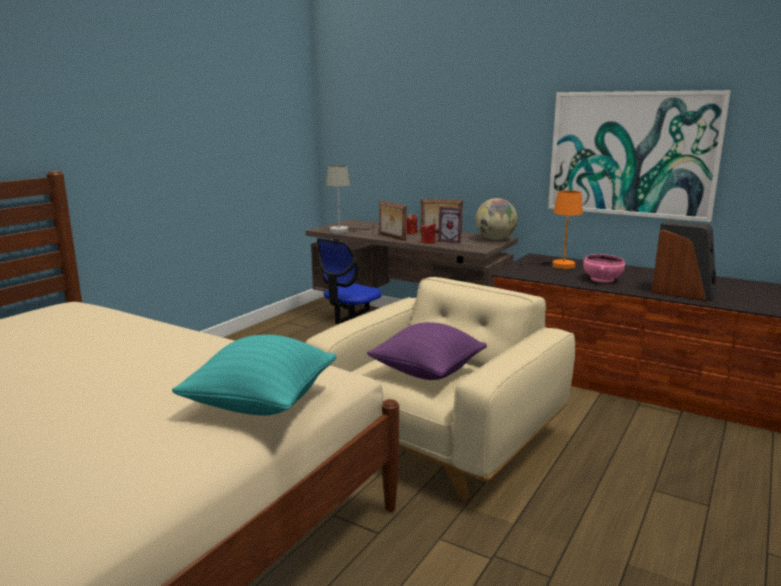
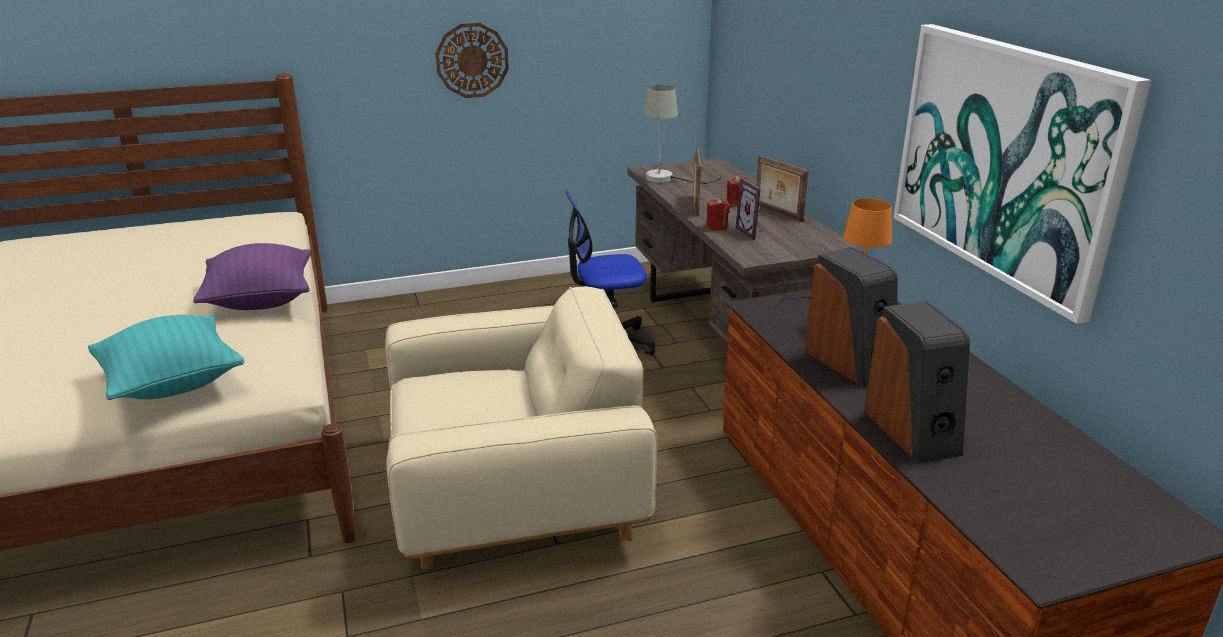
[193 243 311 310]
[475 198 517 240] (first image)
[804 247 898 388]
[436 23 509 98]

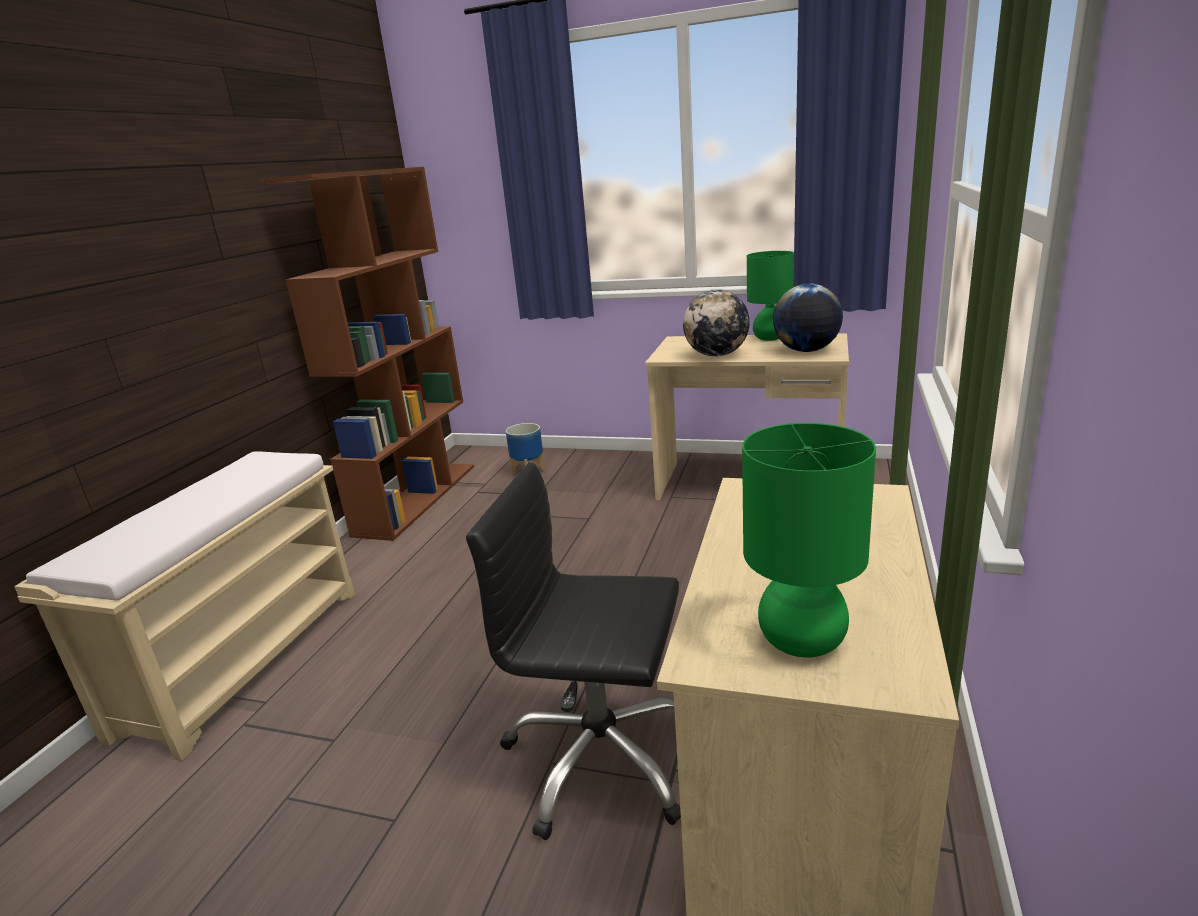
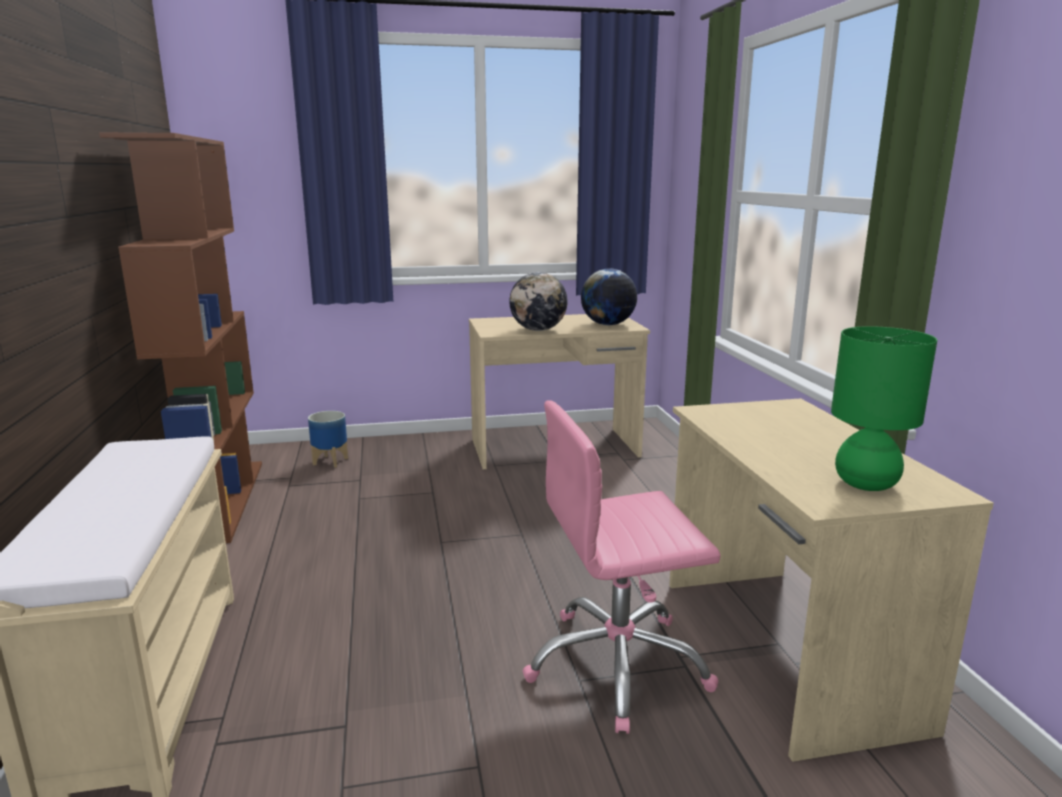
[523 400 721 734]
[747 251 794 341] (first image)

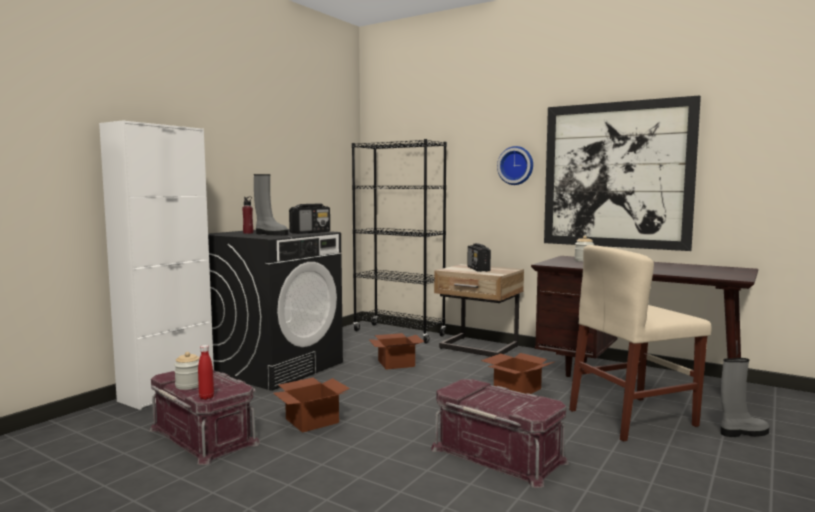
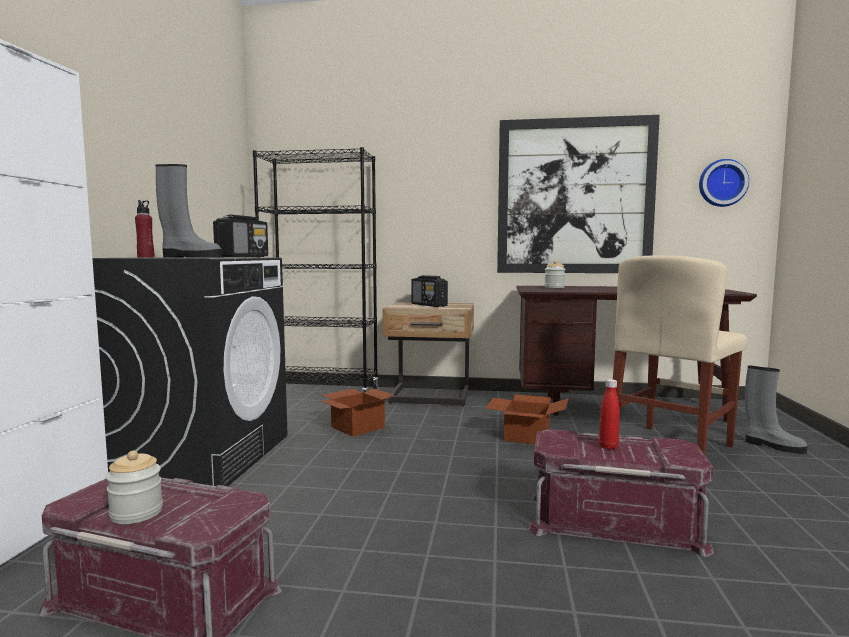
[599 379 620 450]
[273 378 350 433] (first image)
[699 159 749 207]
[745 365 808 454]

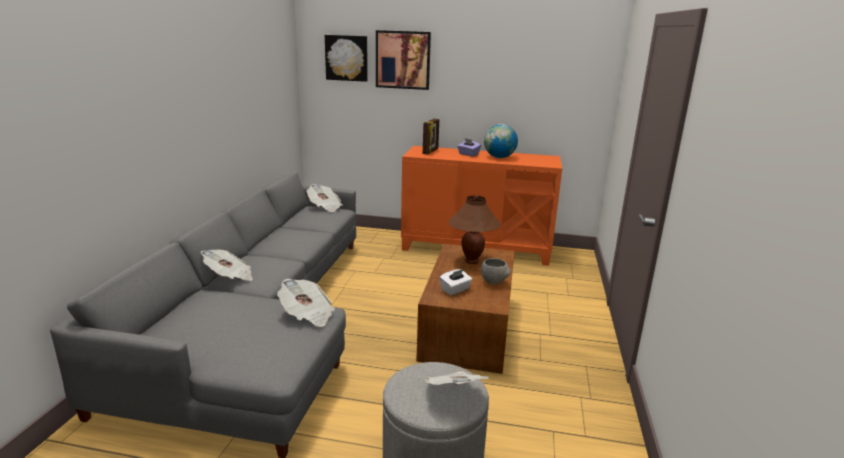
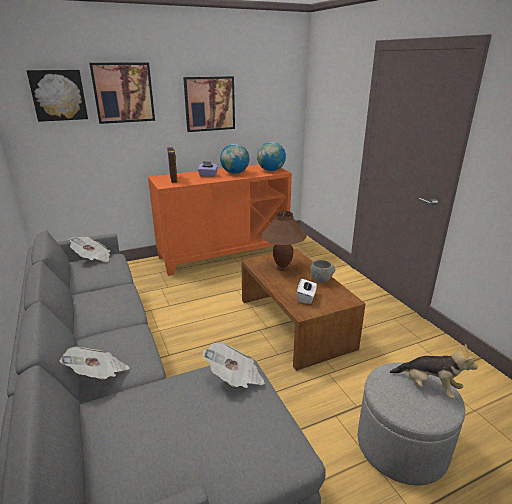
[390 344 478 399]
[183 76 235 132]
[257 142 286 171]

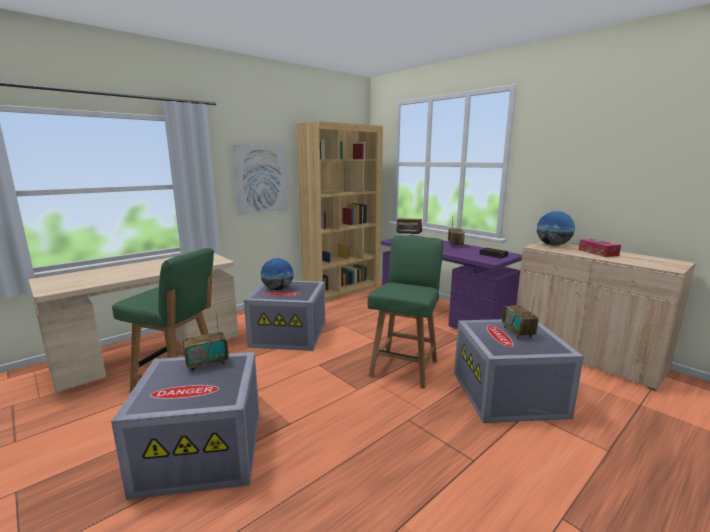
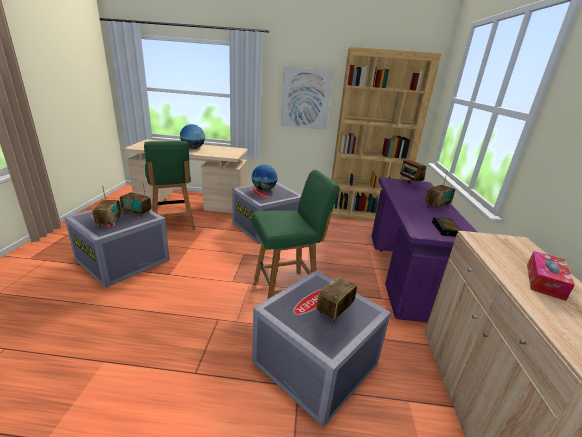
[180 124 205 149]
[92 186 121 227]

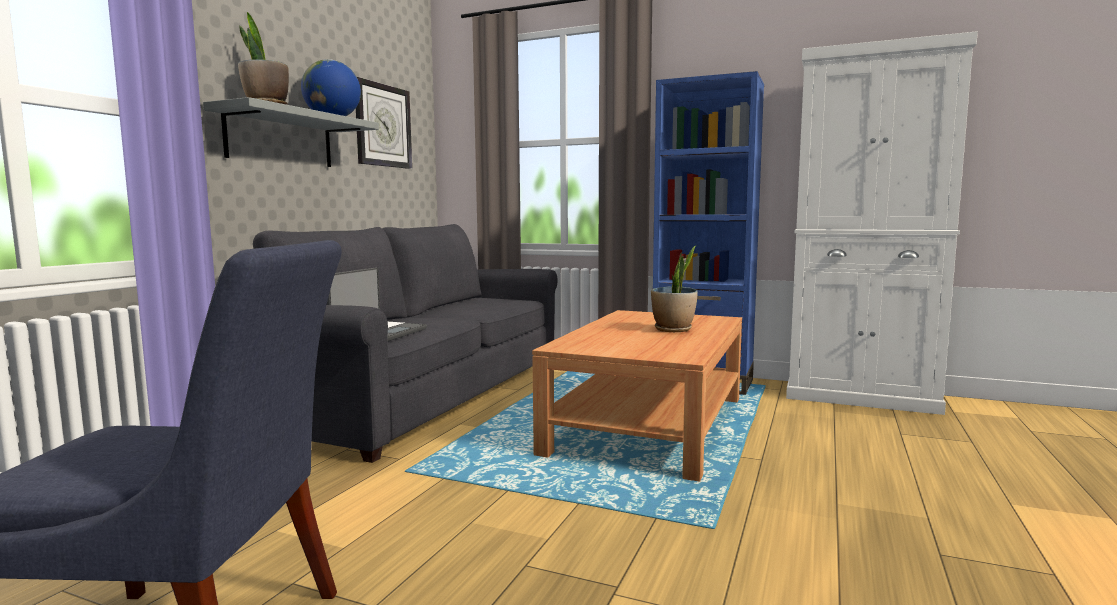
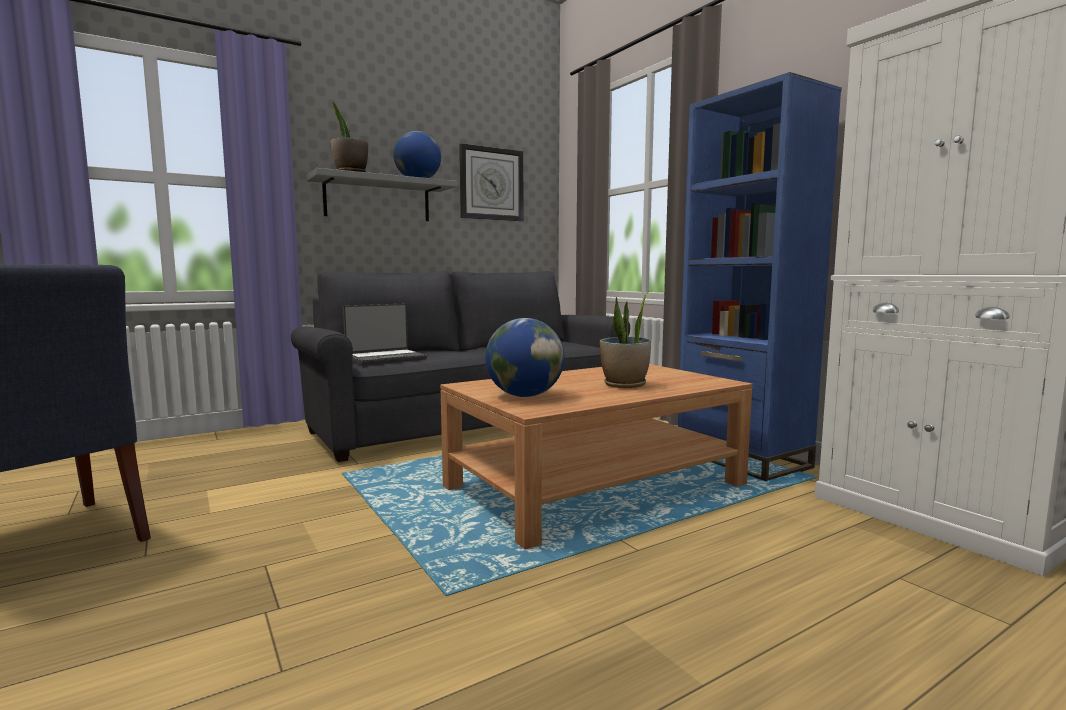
[485 318 564 397]

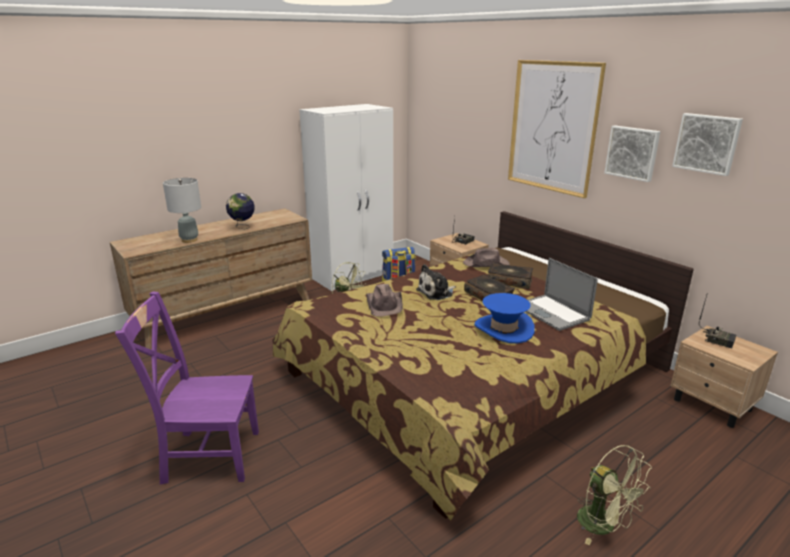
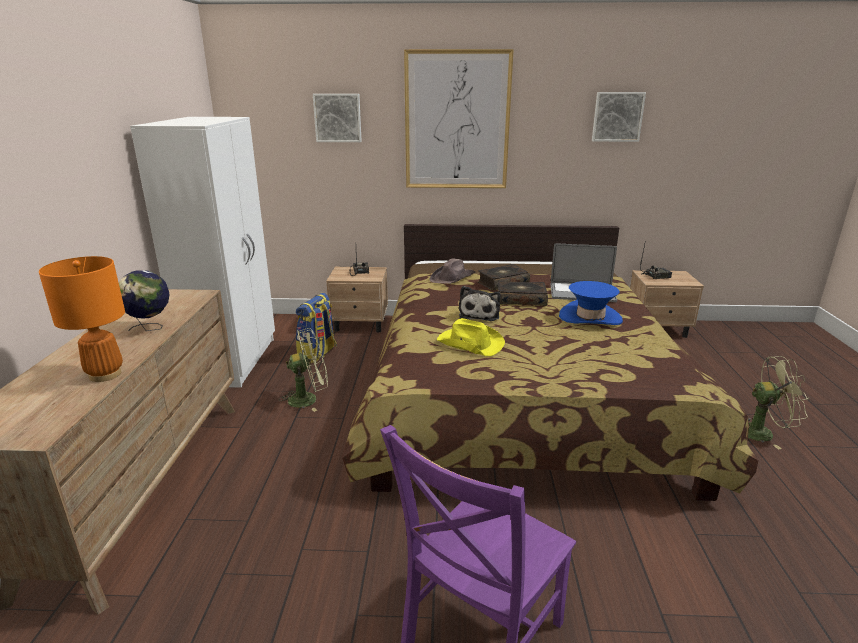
[39 256 125 382]
[437 318 505 356]
[313 94 362 142]

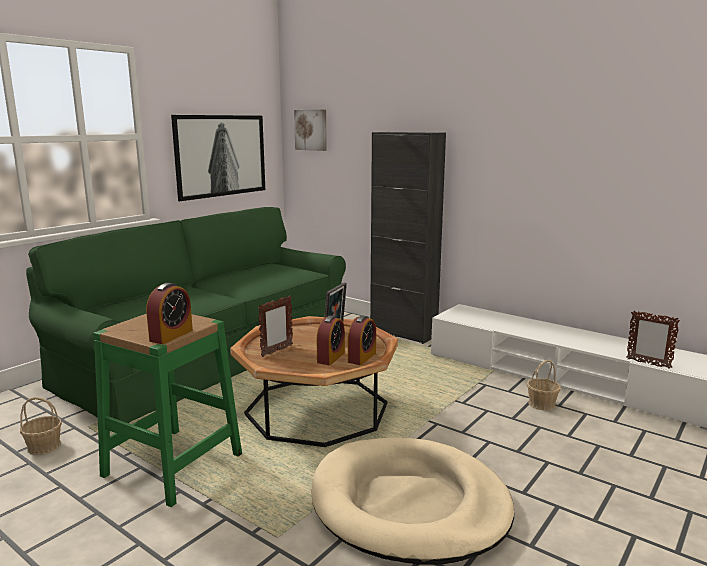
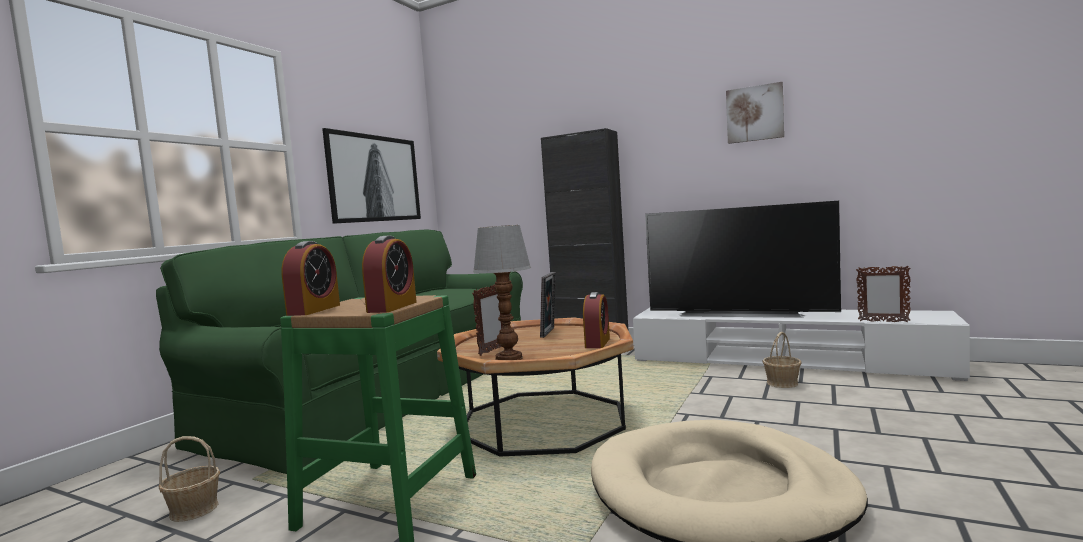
[726 82 784 144]
[281 241 340 316]
[473 225 531 360]
[645 201 841 318]

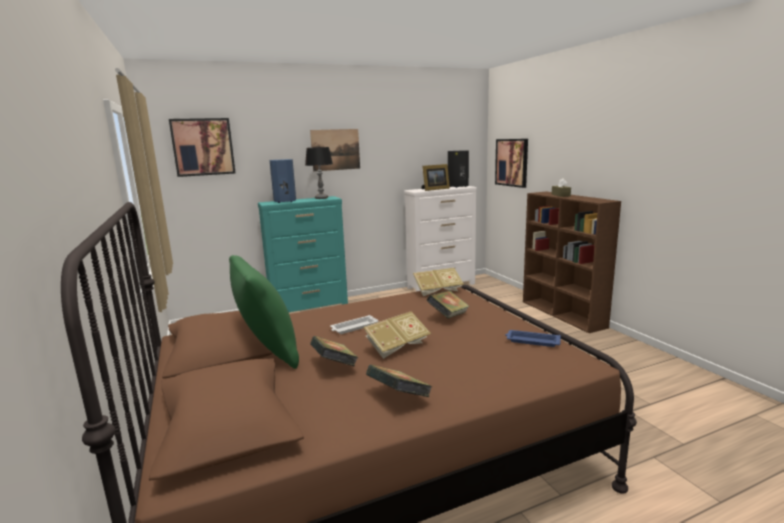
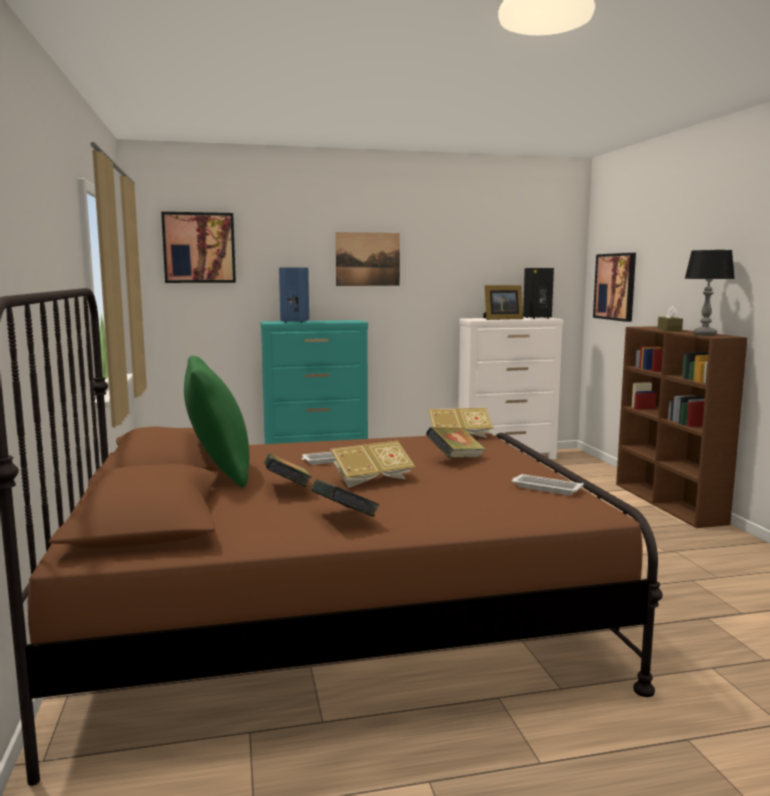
[684 250 735 336]
[512 474 584 495]

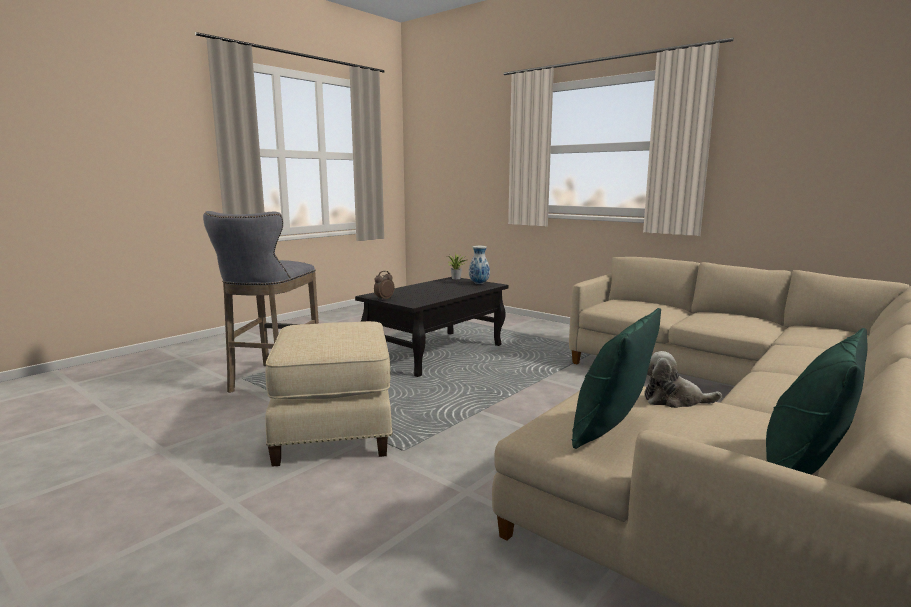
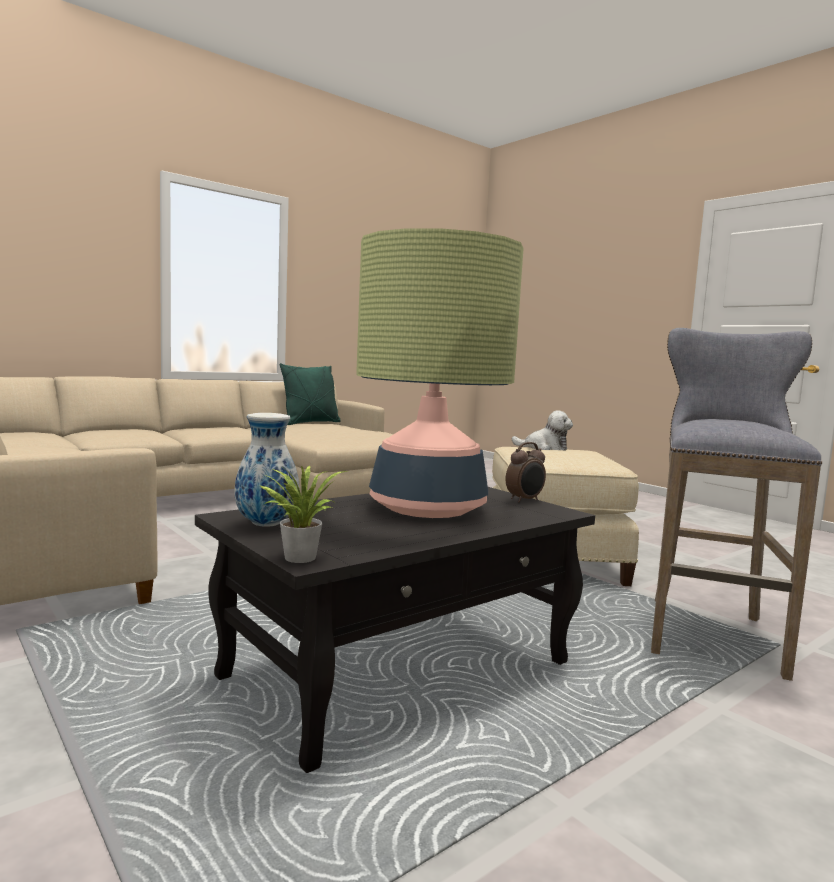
[572 308 661 449] (first image)
[512 410 573 451]
[356 228 523 518]

